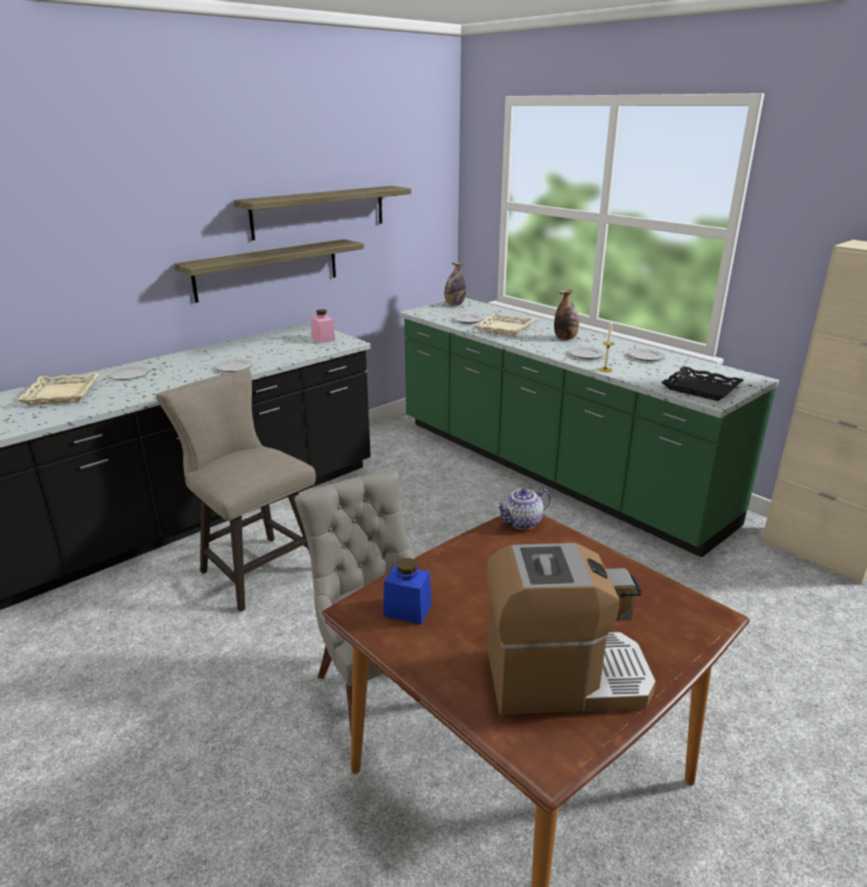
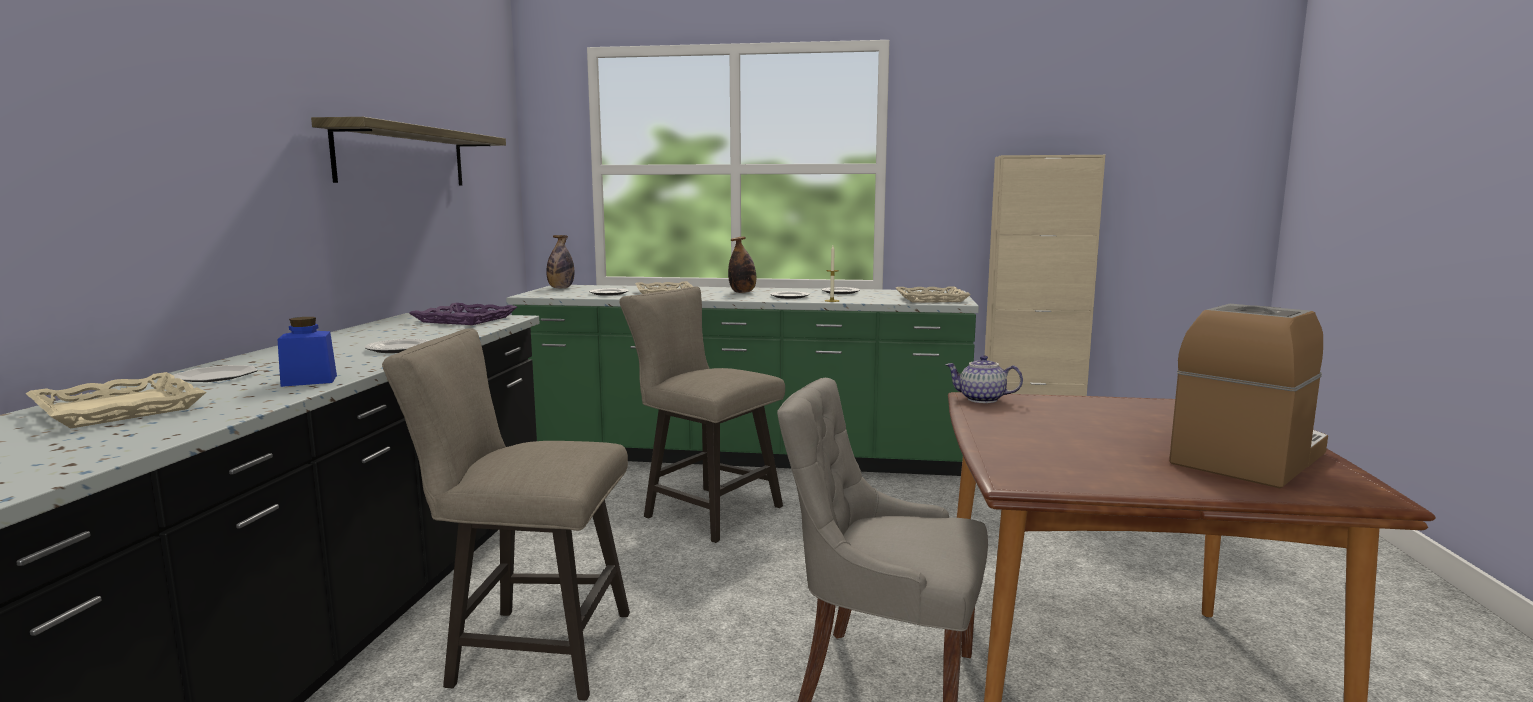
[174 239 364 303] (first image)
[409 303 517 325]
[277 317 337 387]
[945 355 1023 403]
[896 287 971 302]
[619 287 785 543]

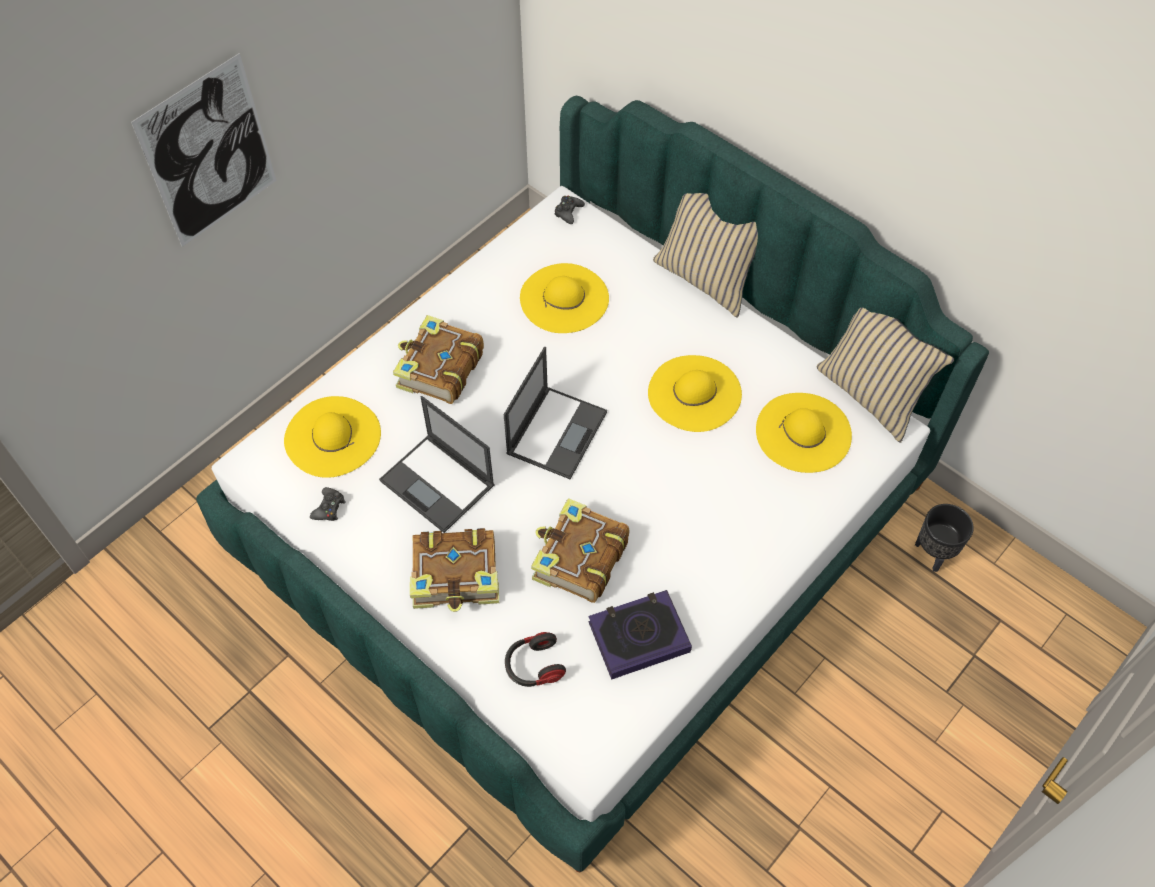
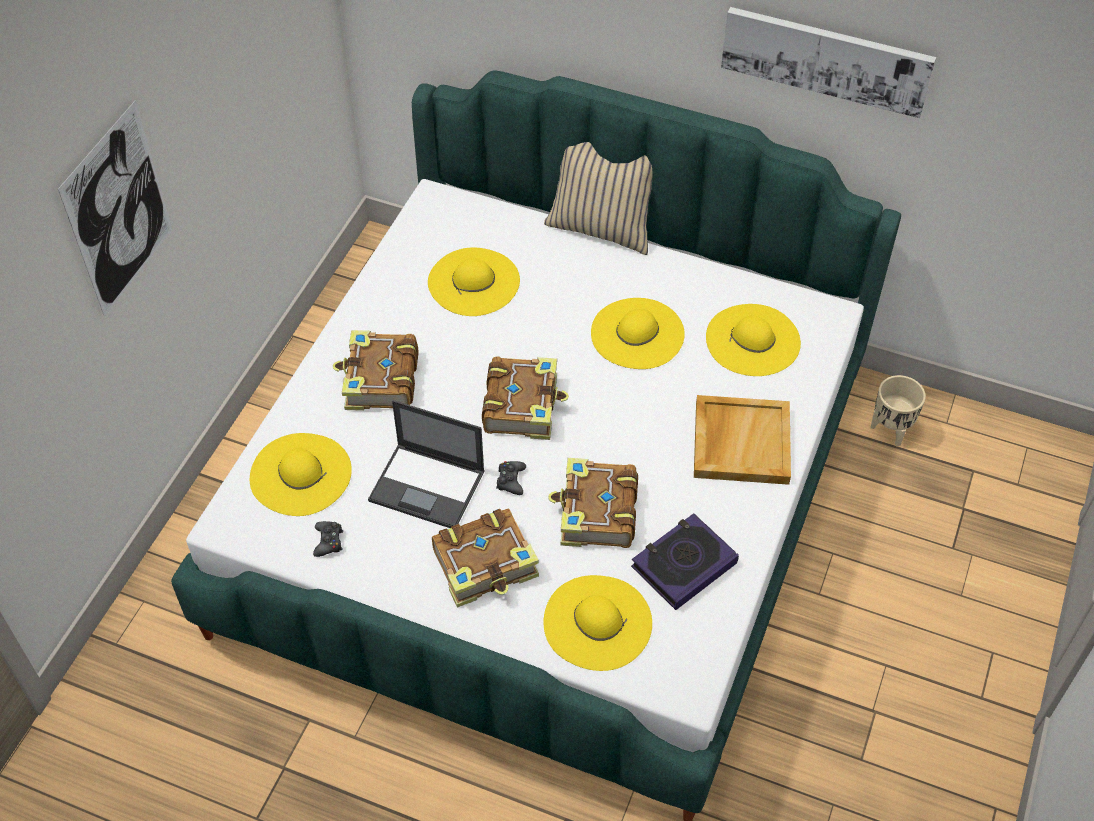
[482 356 569 440]
[544 575 652 671]
[496 461 526 495]
[817 308 954 443] (first image)
[871 375 926 447]
[694 395 791 485]
[721 7 936 118]

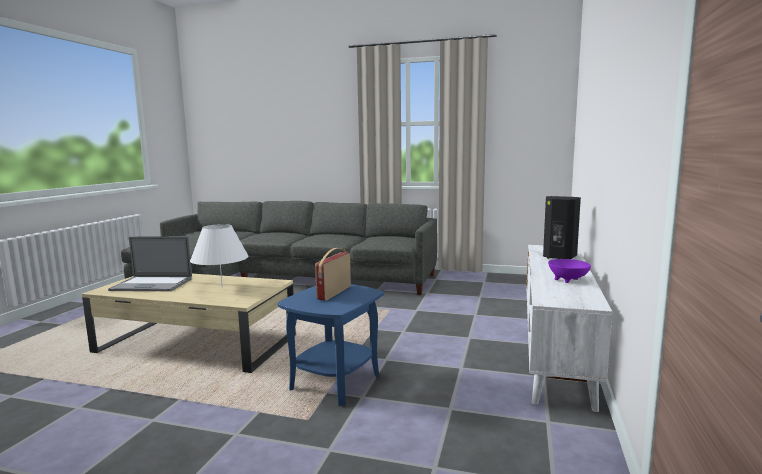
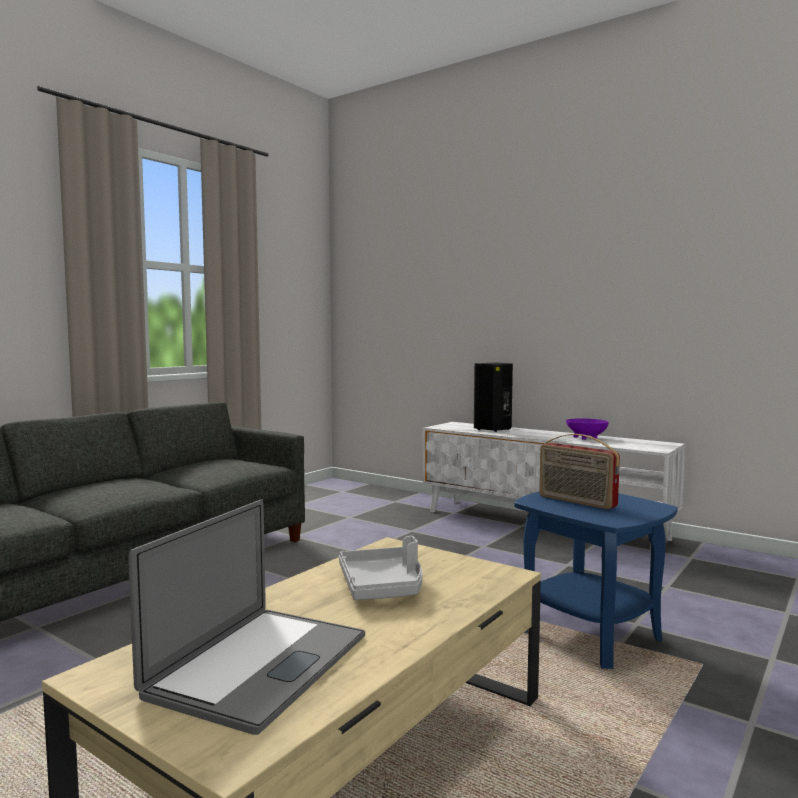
[339 536 423 600]

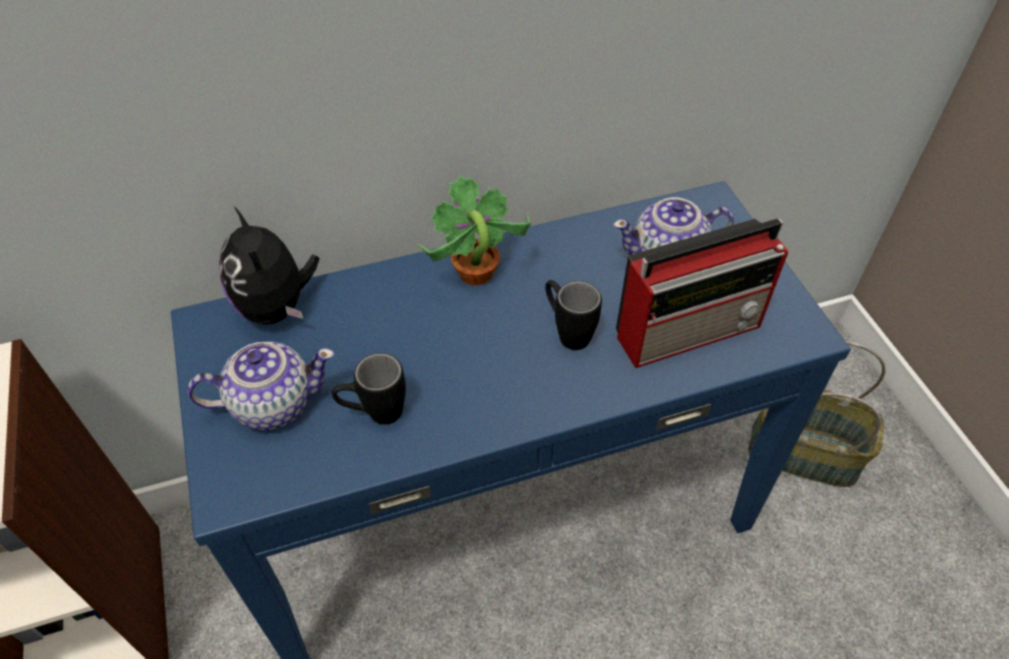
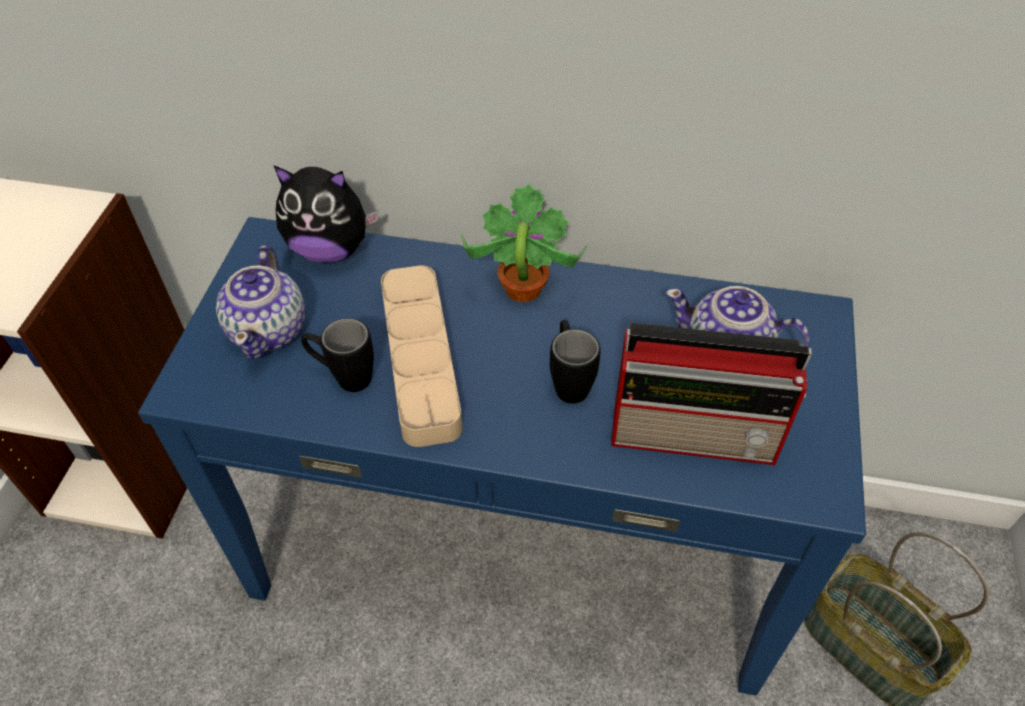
[216 245 305 359]
[273 165 379 263]
[381 265 462 447]

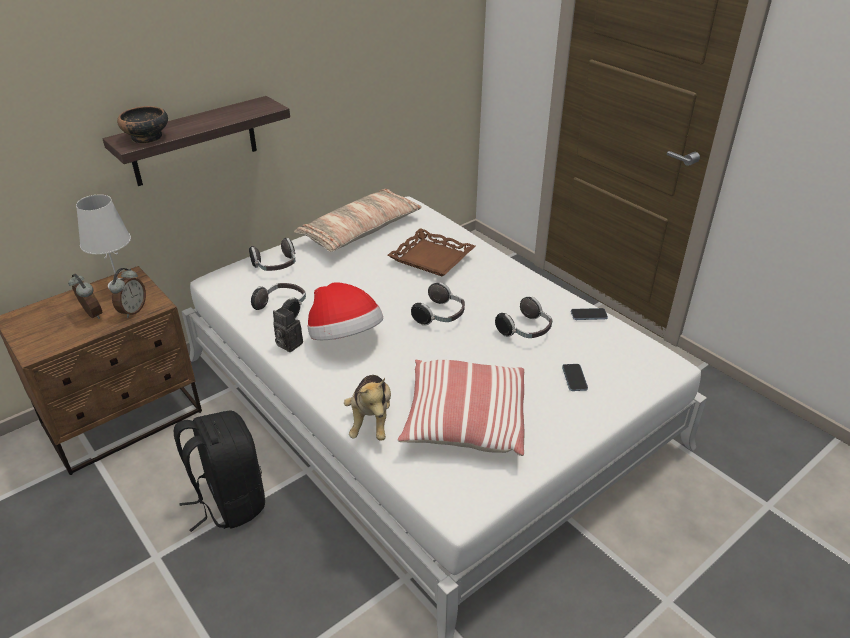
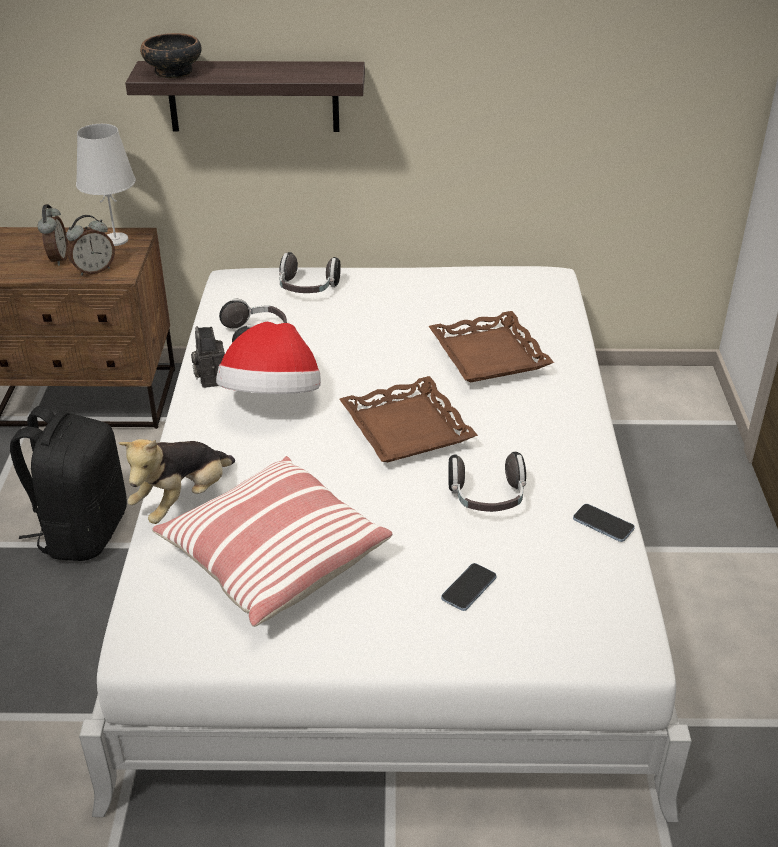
[294 189 422 252] (first image)
[340 376 478 462]

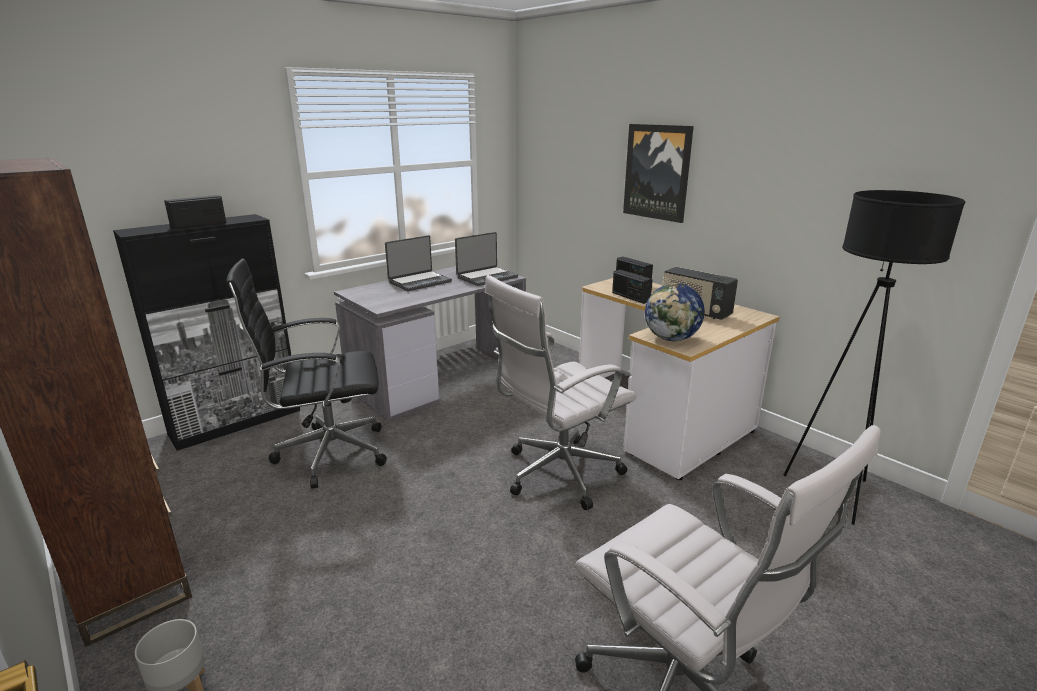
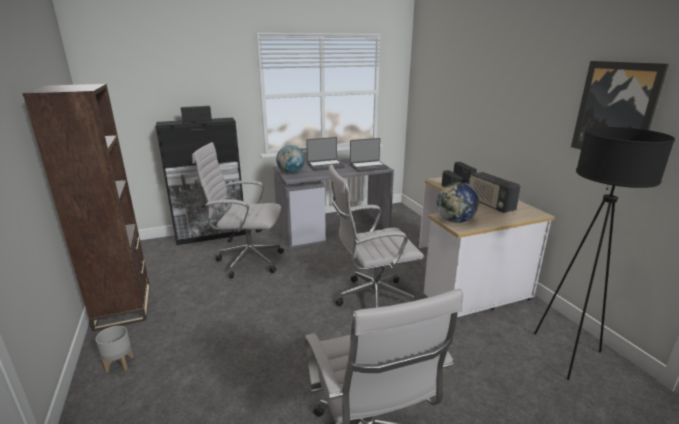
[192 142 284 278]
[571 61 669 150]
[276 145 305 174]

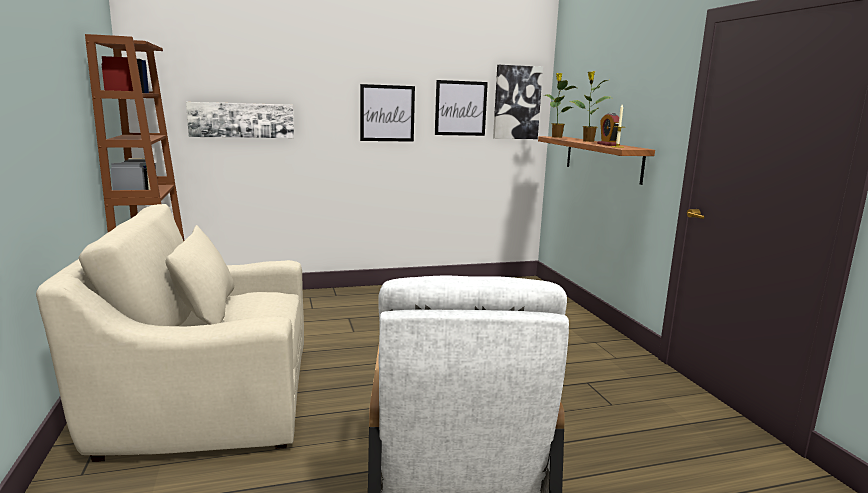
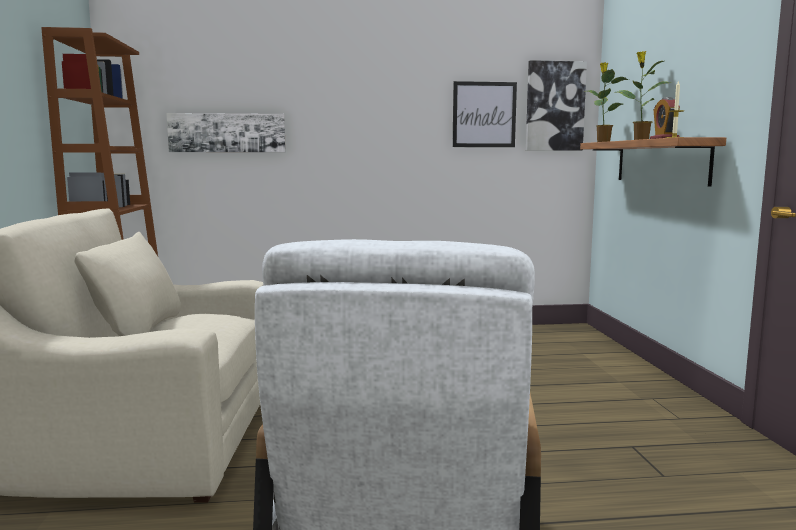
[360 84 415 142] (first image)

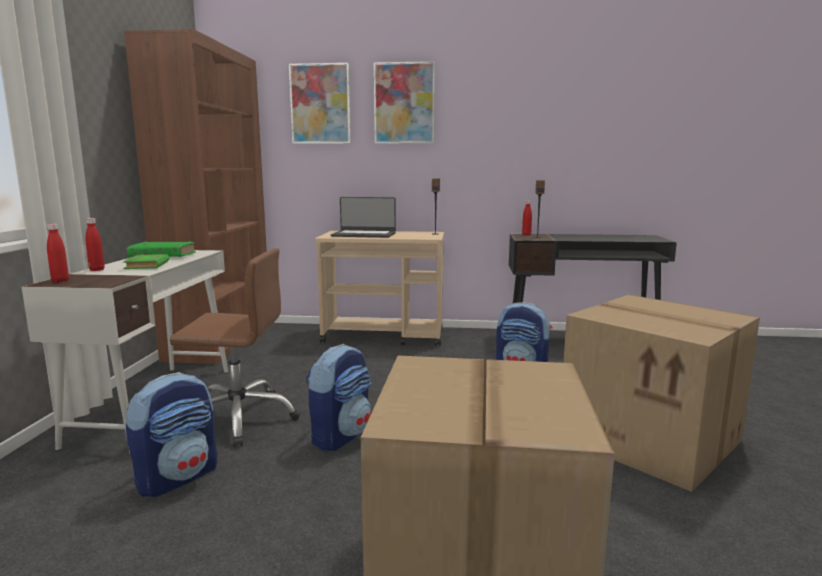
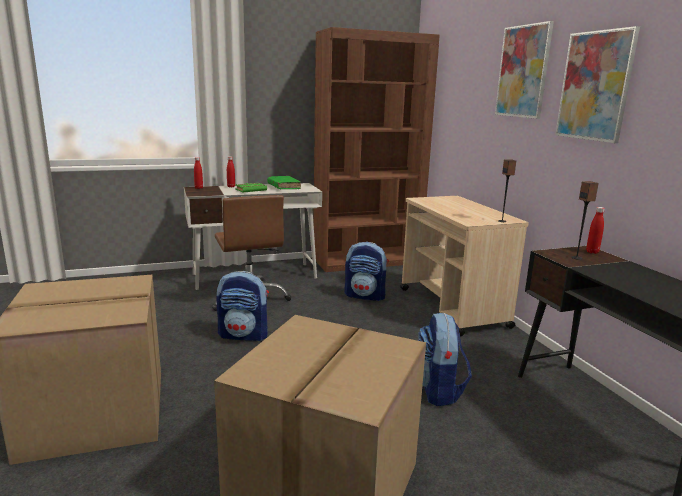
[344 242 389 301]
[555 26 640 143]
[331 197 396 238] (first image)

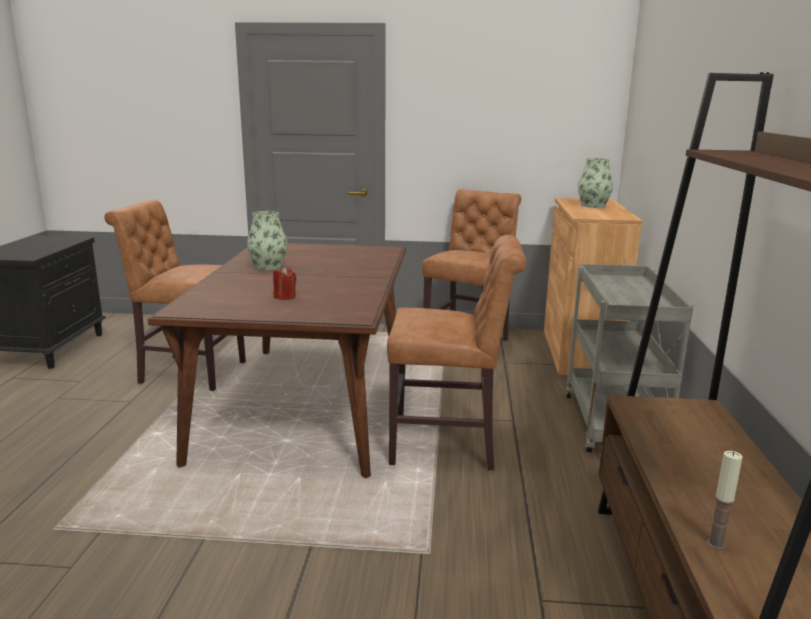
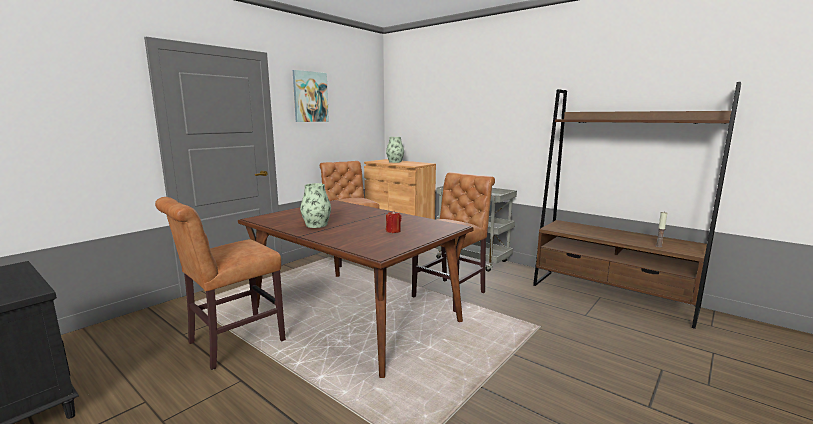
[293 70 329 122]

